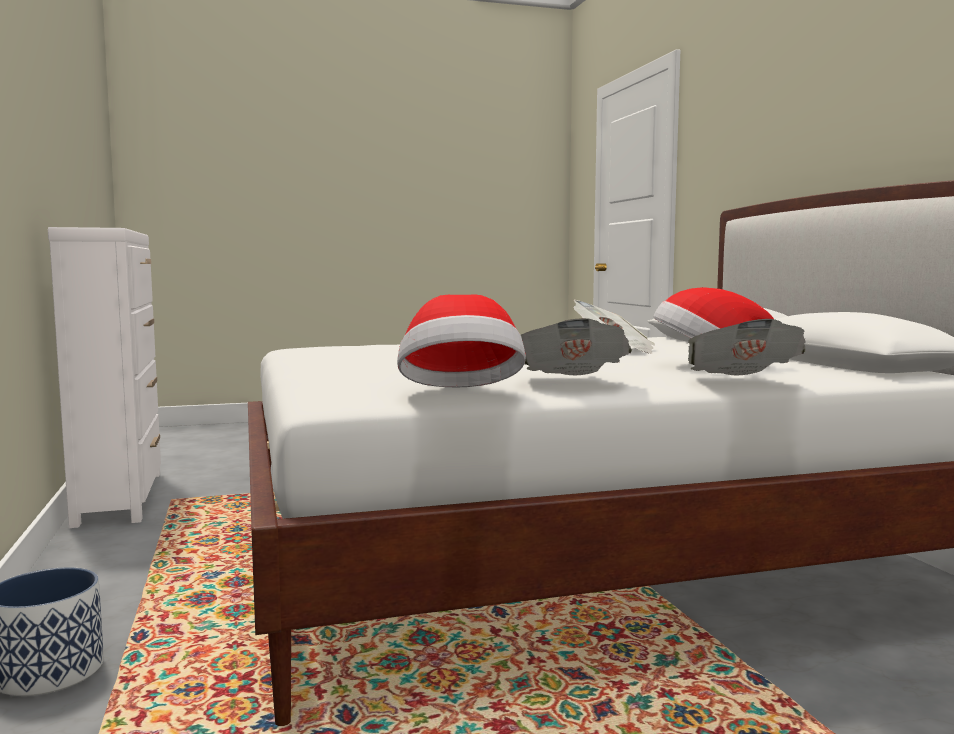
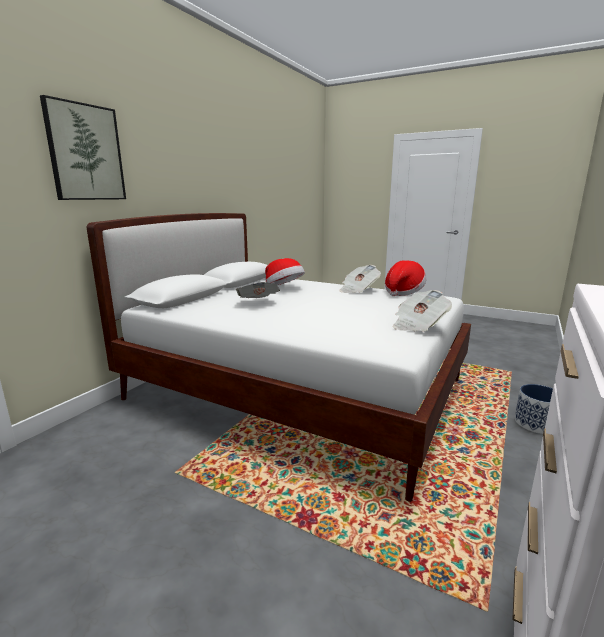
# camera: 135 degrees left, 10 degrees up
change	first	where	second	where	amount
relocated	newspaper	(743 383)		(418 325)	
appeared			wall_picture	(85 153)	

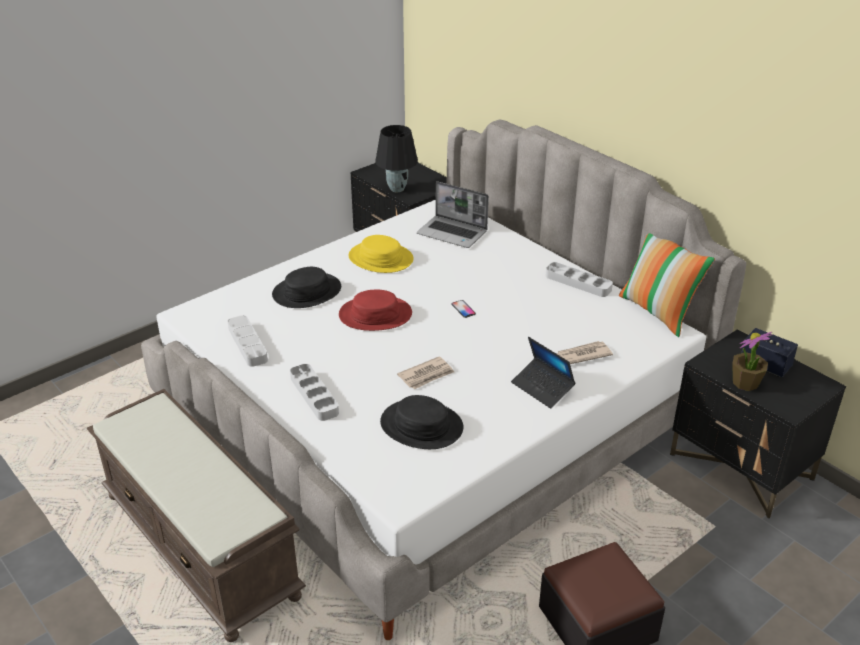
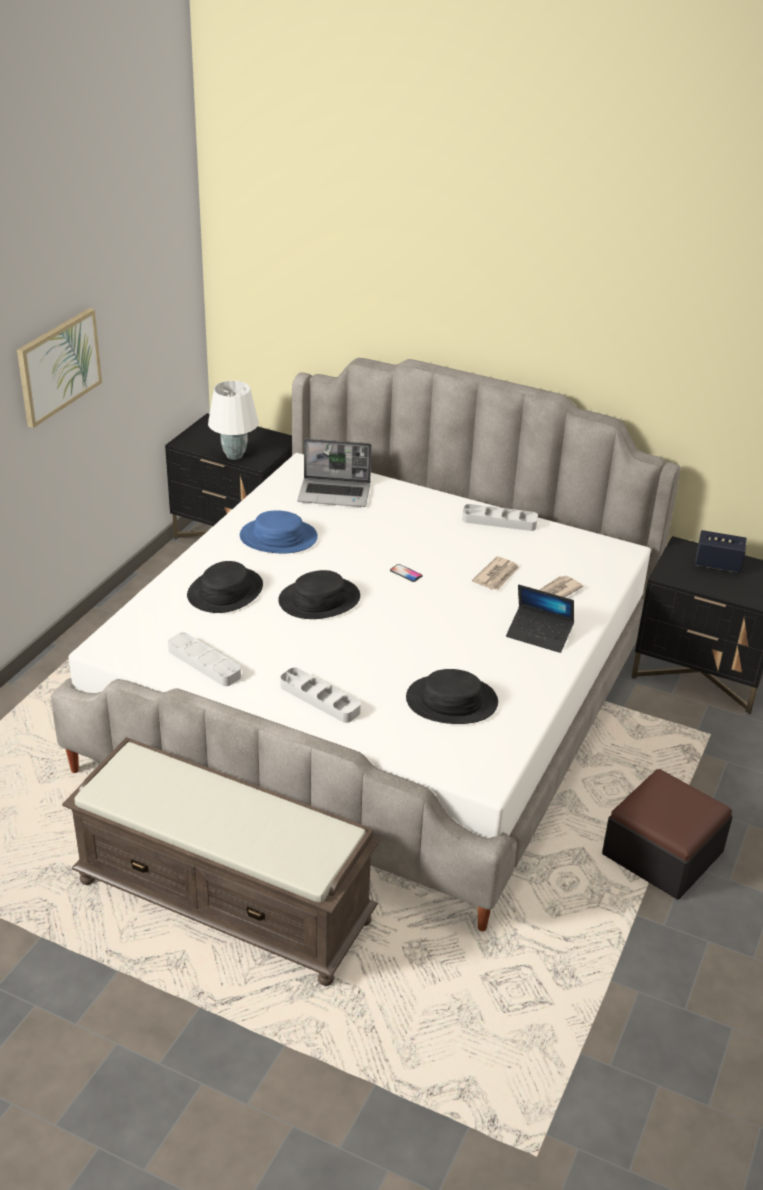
# camera: 25 degrees left, 0 degrees up
change	first	where	second	where	amount
colour	black-coloured_table_lamp	(396 189)	whitish_table_lamp	(234 455)	
missing	cushion	(658 312)			
colour	yellow-coloured_clothing_hat	(380 258)	bluish_clothing_hat	(278 537)	
colour	red-coloured_clothing_hat	(375 315)	black-coloured_clothing_hat	(319 599)	
missing	houseplant	(745 383)			
relocated	newspaper	(426 375)		(497 576)	
appeared			wall_picture	(58 366)	

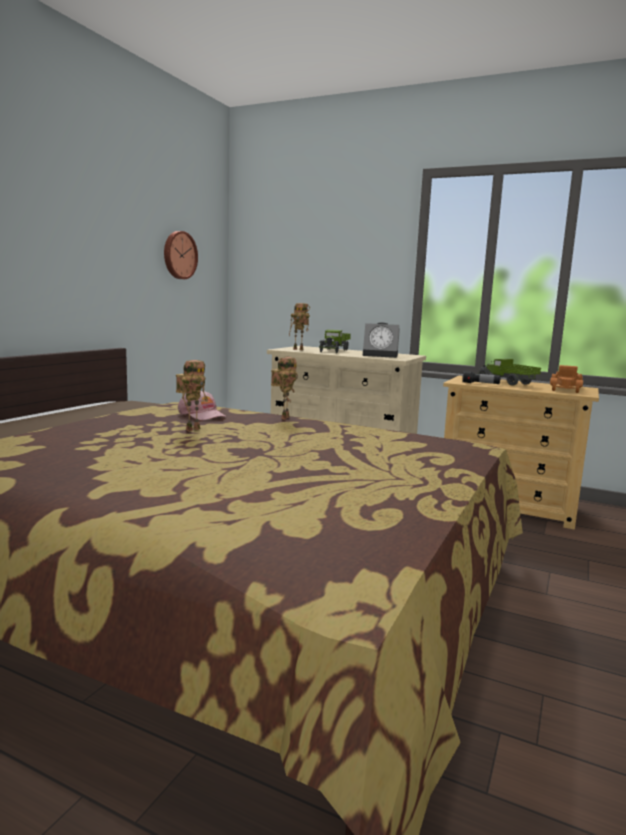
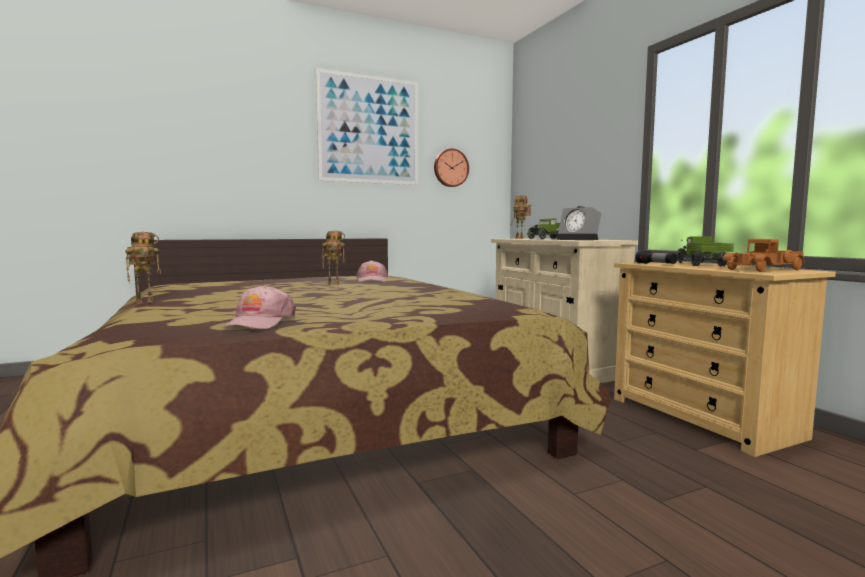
# camera: 40 degrees right, 5 degrees down
change	first	where	second	where	amount
relocated	model_robot	(284 417)		(146 302)	
appeared			wall_picture	(369 130)	
appeared			pinkish_peaked_cap	(260 322)	

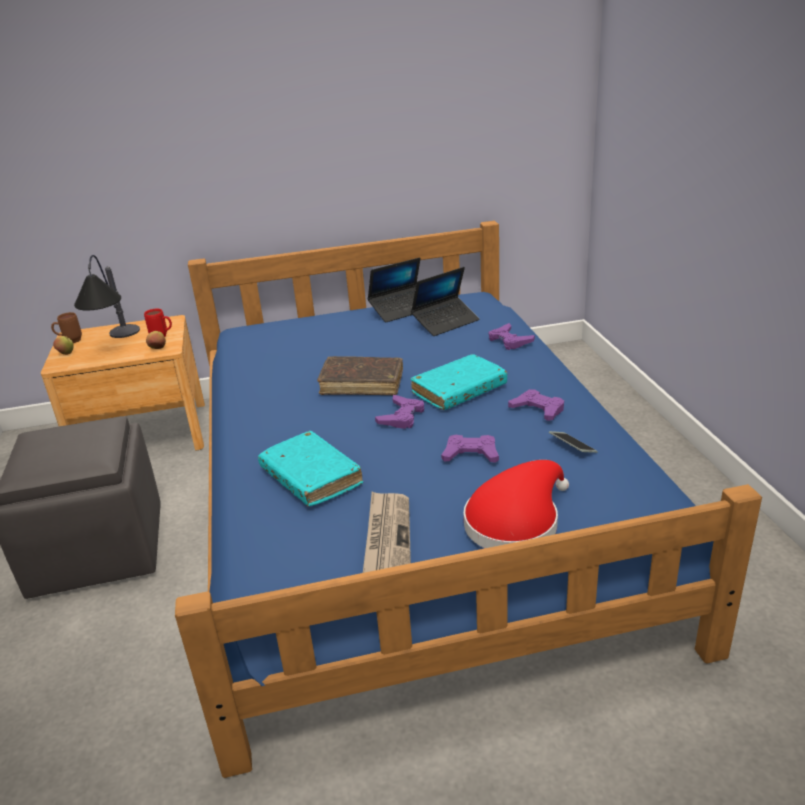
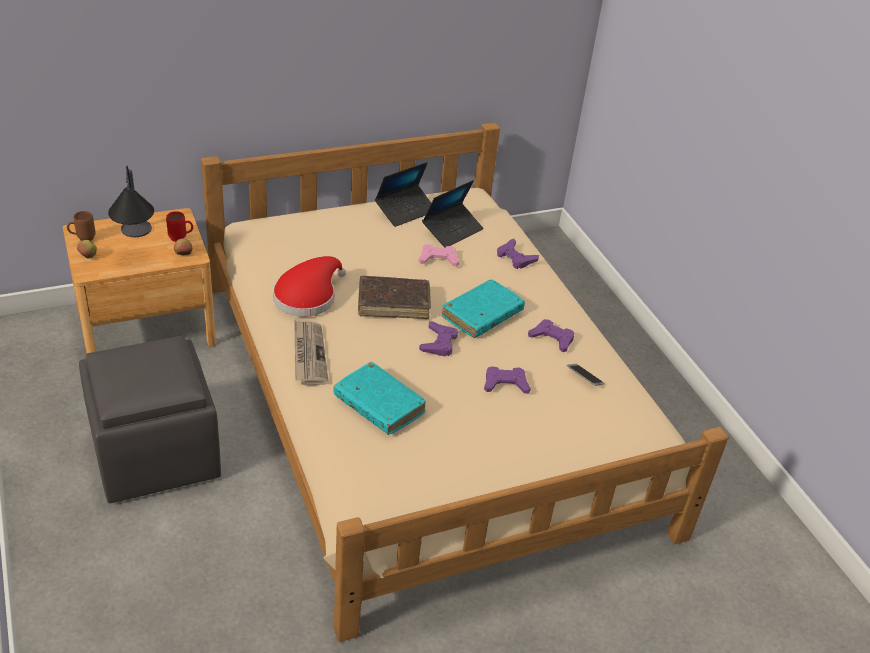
# camera: 15 degrees left, 10 degrees up
change	first	where	second	where	amount
colour	bluish_sleeping_bed	(408 496)	sand-coloured_sleeping_bed	(426 400)	
relocated	red-coloured_clothing_hat	(516 521)		(308 296)	
relocated	newspaper	(387 538)		(308 354)	
appeared			pinkish_joypad	(438 259)	

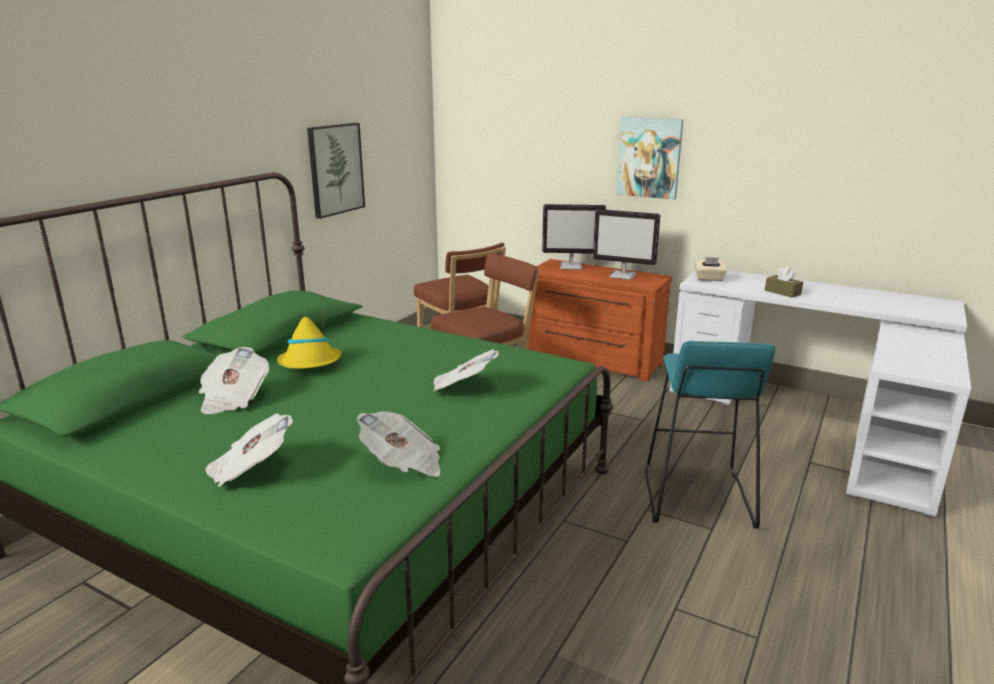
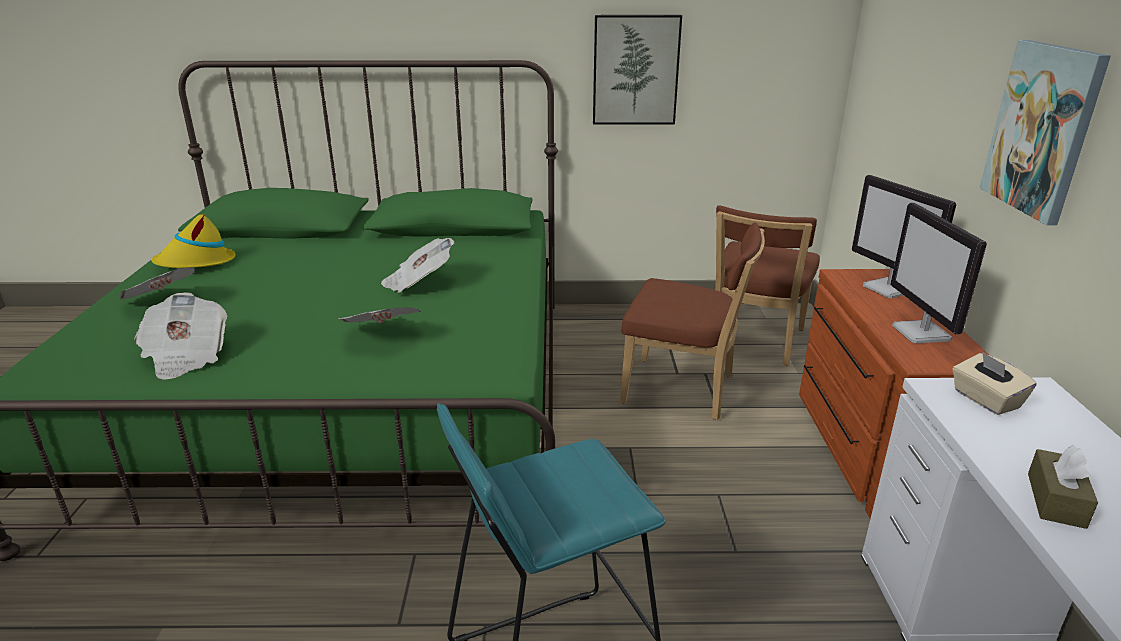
# camera: 60 degrees right, 5 degrees up
change	first	where	second	where	amount
relocated	yellow-coloured_clothing_hat	(310 363)		(196 263)	
relocated	newspaper	(233 398)		(418 283)	

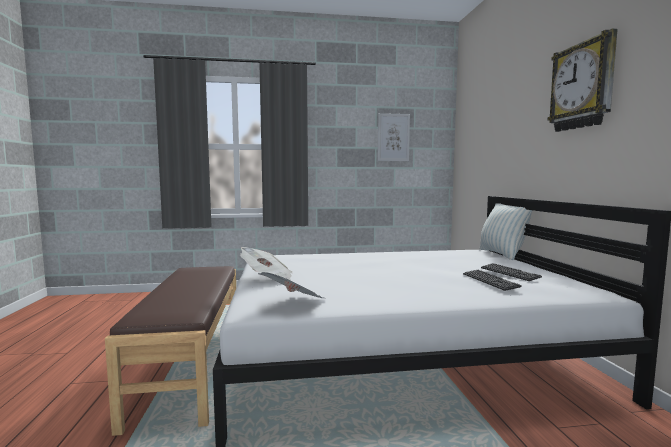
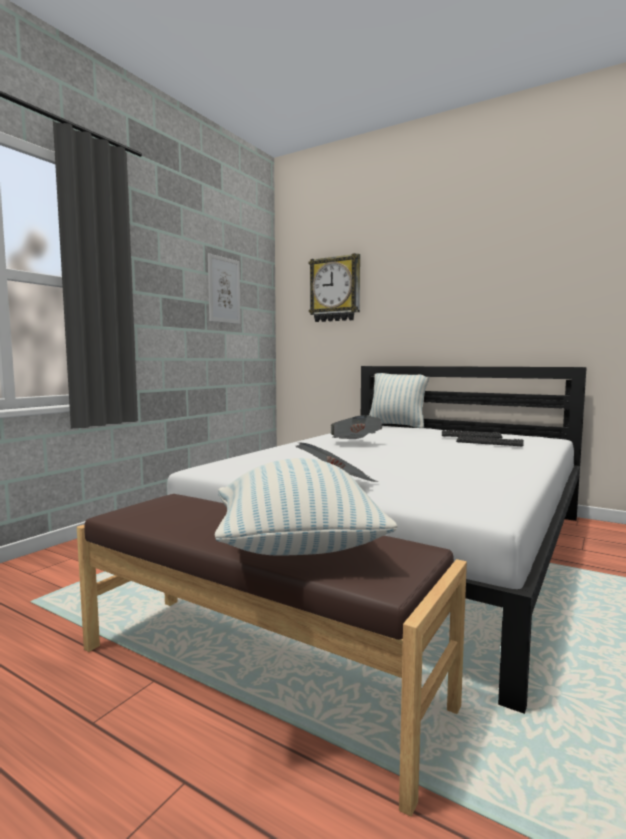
# camera: 50 degrees left, 0 degrees up
change	first	where	second	where	amount
relocated	clock_on_the_wall	(583 86)		(335 289)	
relocated	newspaper	(294 304)		(355 443)	
appeared			cushion	(297 550)	

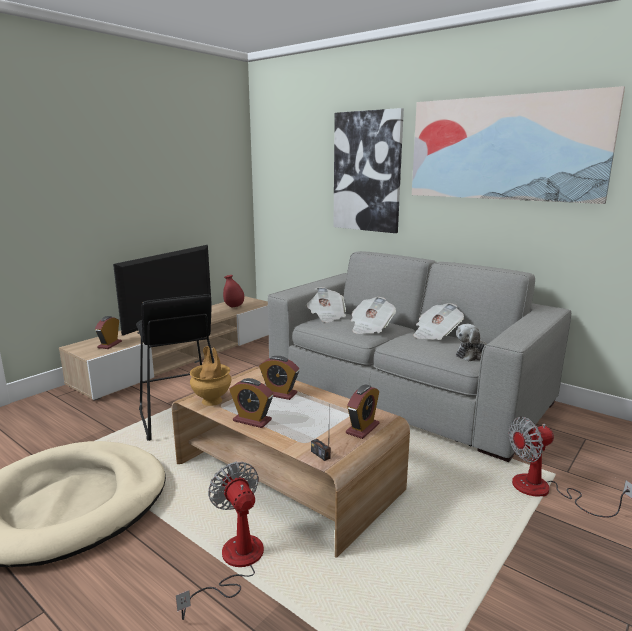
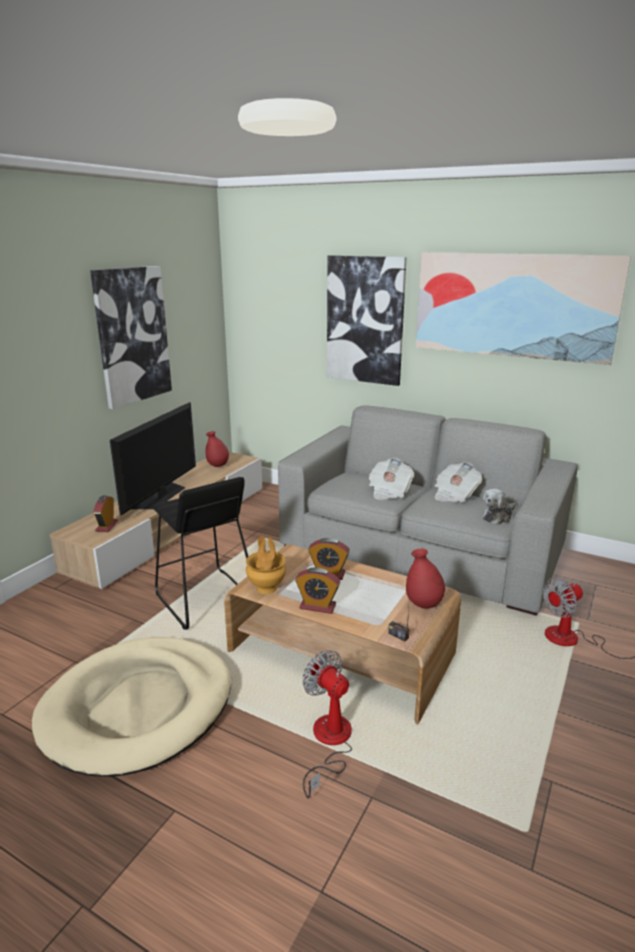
# camera: 10 degrees left, 5 degrees up
change	first	where	second	where	amount
missing	newspaper	(326 316)			
exchanged	alarm_clock	(362 428)	red-coloured_vase	(423 604)	
appeared			wall_picture	(132 335)	

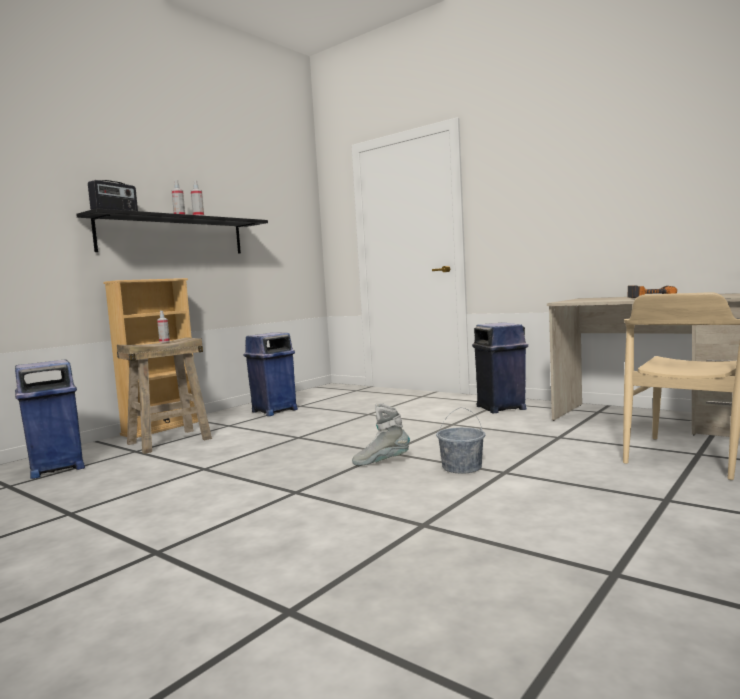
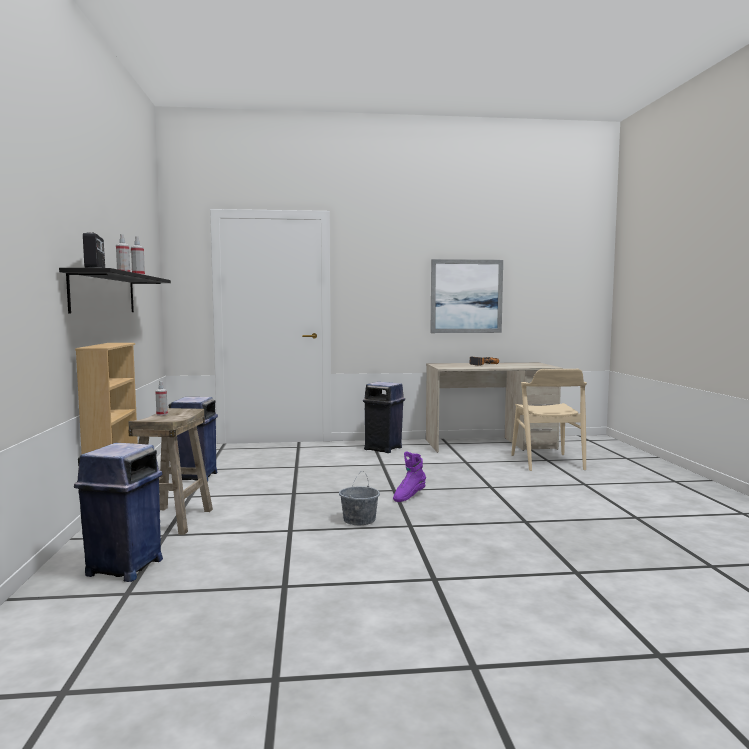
# camera: 45 degrees left, 0 degrees up
change	first	where	second	where	amount
colour	gray_high-top_boot	(381 462)	purple_high-top_boot	(408 496)	
relocated	gray_water_bucket	(462 467)		(359 520)	
appeared			wall_picture	(466 296)	

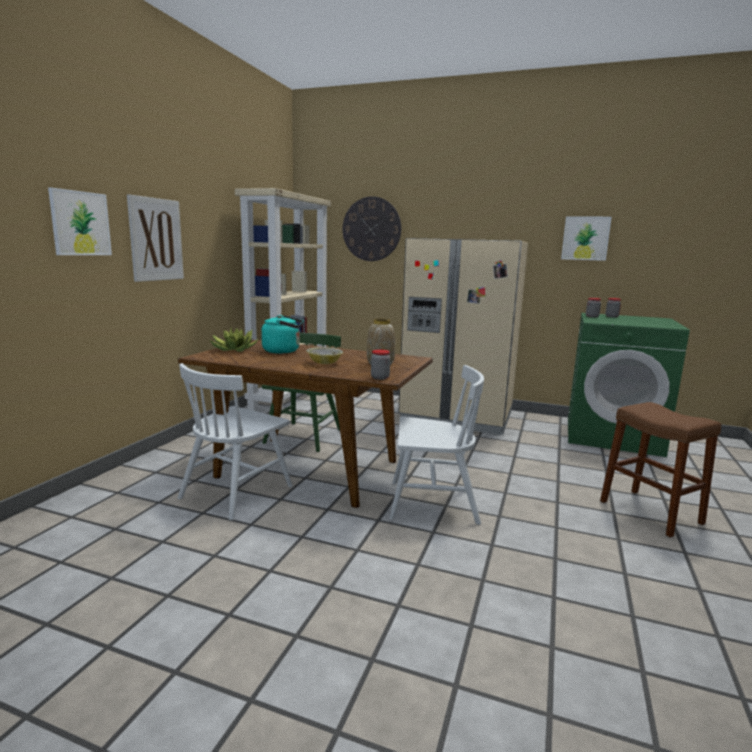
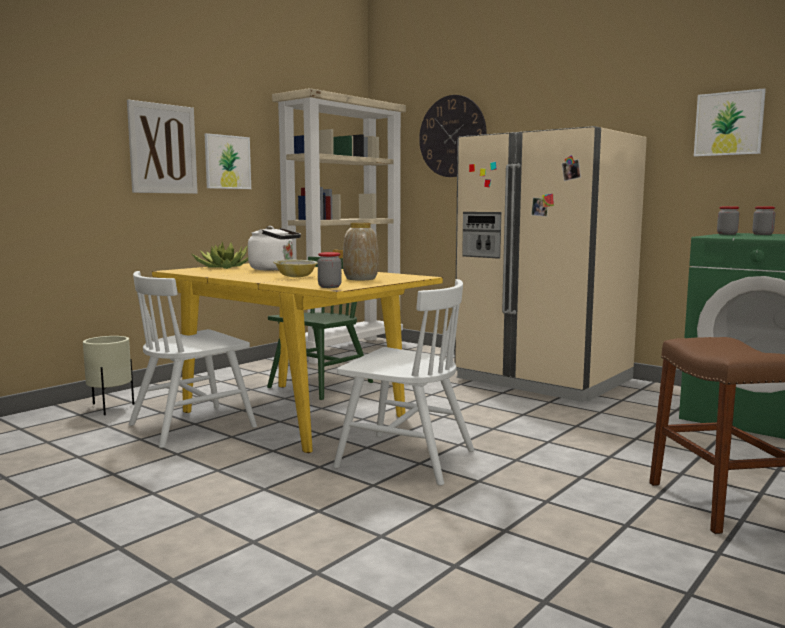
# camera: 20 degrees right, 5 degrees down
change	first	where	second	where	amount
relocated	wall_picture	(80 223)		(227 162)	
colour	turquoise-coloured_water_kettle	(283 351)	whitish_water_kettle	(274 269)	
colour	brown_kitchen_table	(310 469)	yellow-coloured_kitchen_table	(294 414)	
appeared			sand-coloured_flower_pot	(110 408)	

